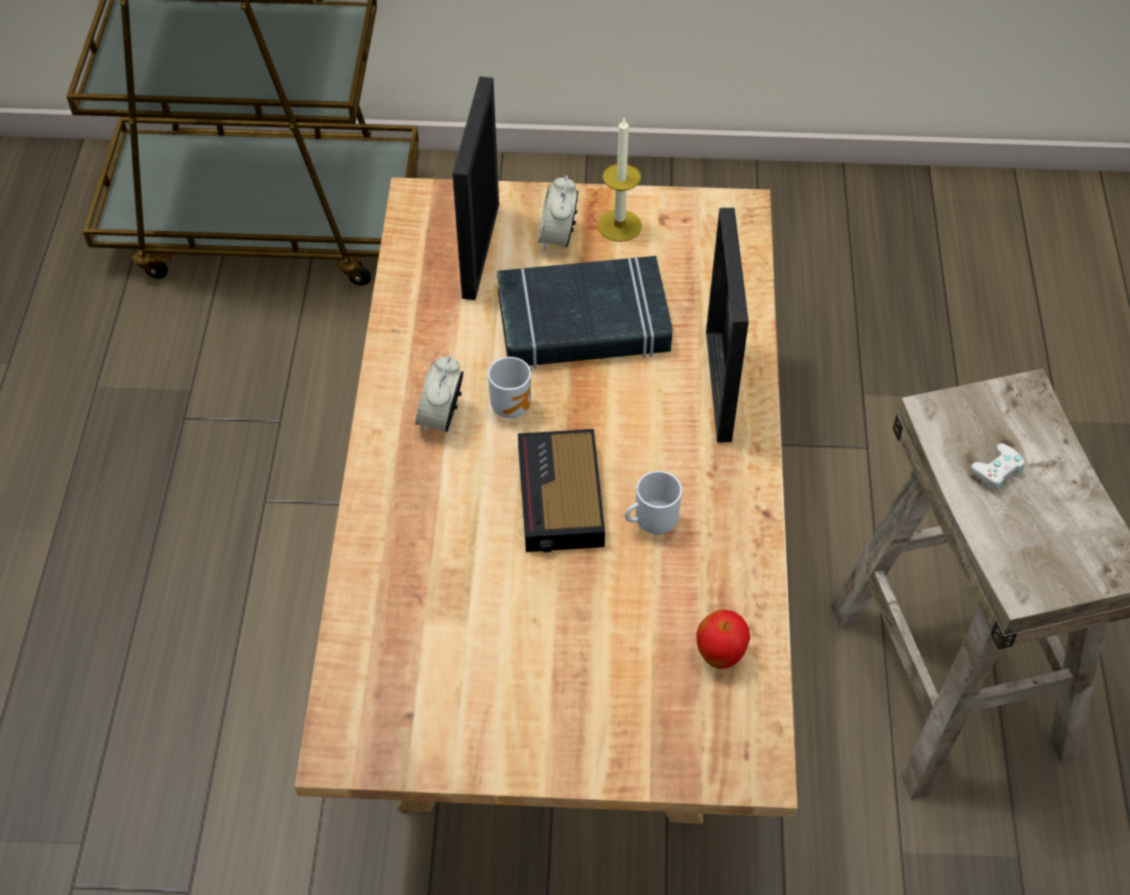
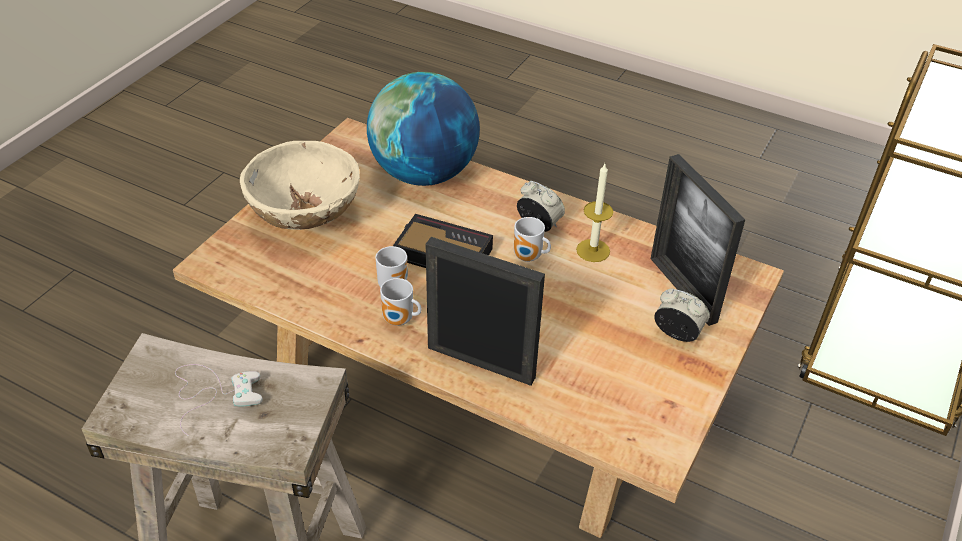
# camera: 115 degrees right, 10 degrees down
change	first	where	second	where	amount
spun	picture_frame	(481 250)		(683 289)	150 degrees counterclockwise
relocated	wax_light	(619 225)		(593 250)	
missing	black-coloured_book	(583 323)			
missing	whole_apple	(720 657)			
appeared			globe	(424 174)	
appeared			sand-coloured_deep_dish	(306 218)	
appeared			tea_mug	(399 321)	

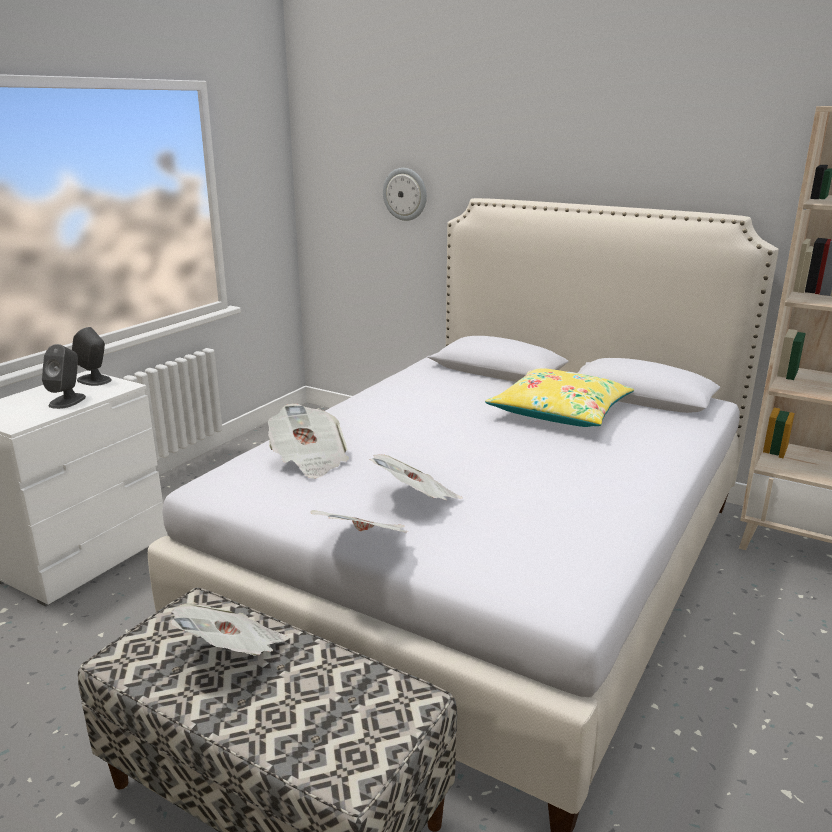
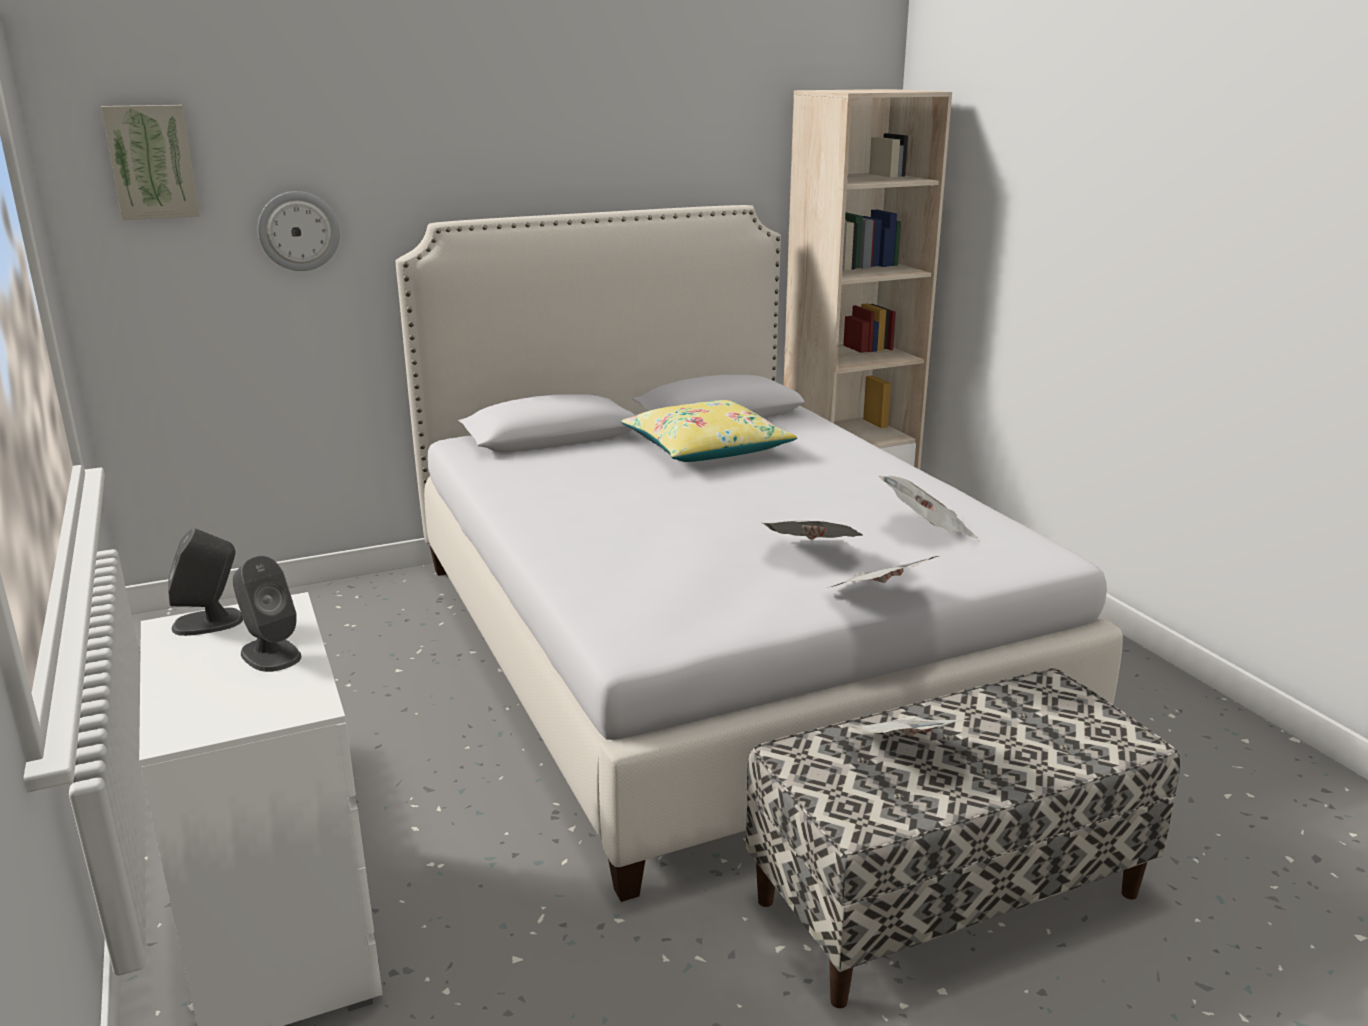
# camera: 55 degrees left, 0 degrees up
change	first	where	second	where	amount
relocated	newspaper	(309 460)		(927 531)	
appeared			wall_picture	(152 162)	

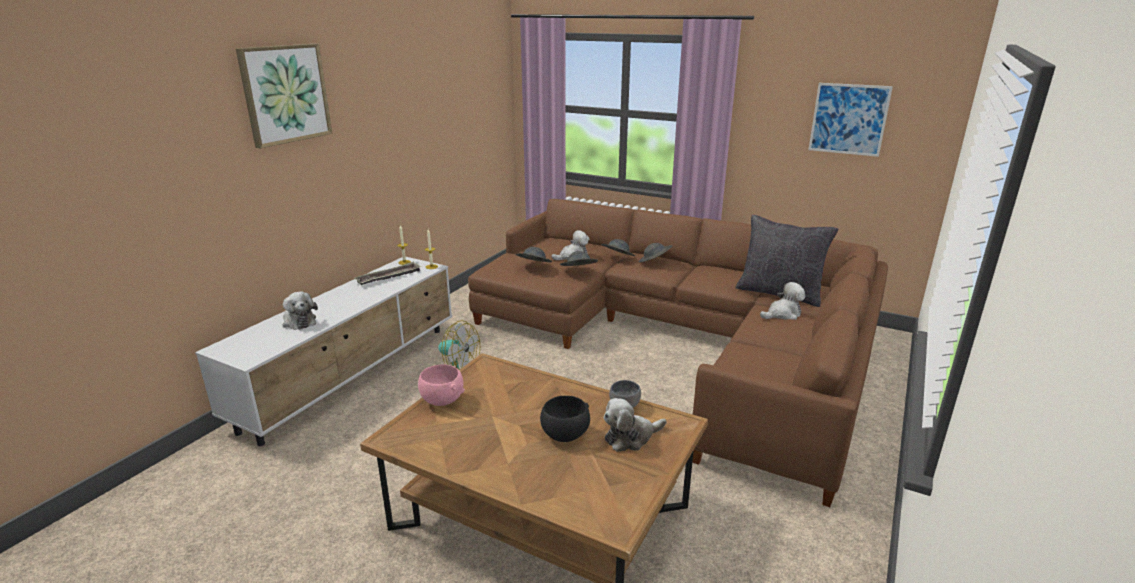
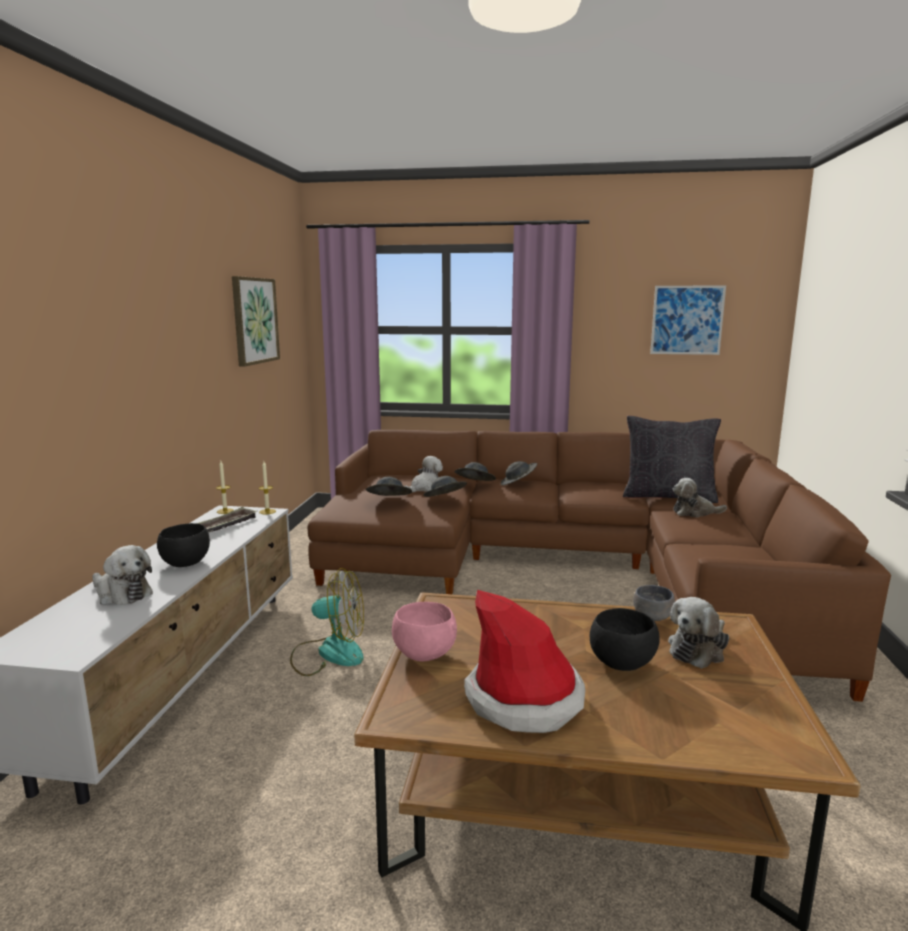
# camera: 20 degrees left, 10 degrees down
change	first	where	second	where	amount
relocated	wall_picture	(285 94)		(254 320)	
spun	cuddly_toy	(782 314)		(694 512)	135 degrees counterclockwise
appeared			black-coloured_deep_dish	(186 563)	
appeared			clothing_hat	(524 699)	

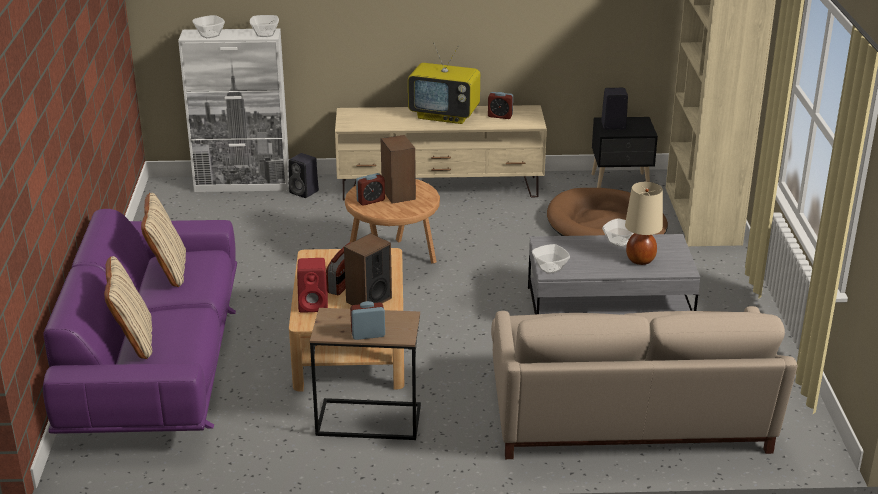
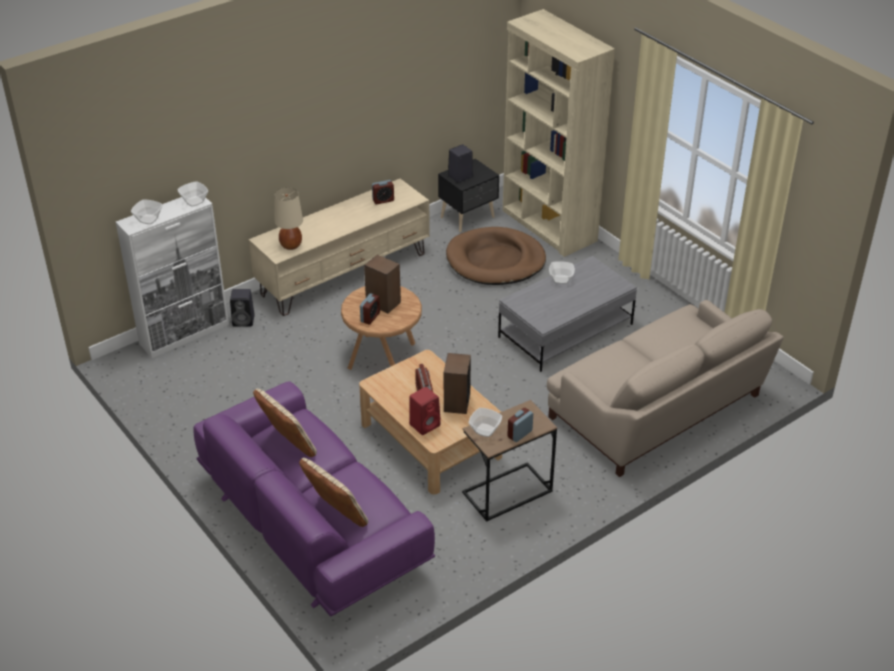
# camera: 35 degrees left, 10 degrees up
change	first	where	second	where	amount
missing	television	(445 115)			
relocated	sand-coloured_table_lamp	(640 260)		(290 245)	
relocated	deep_dish	(549 268)		(484 430)	

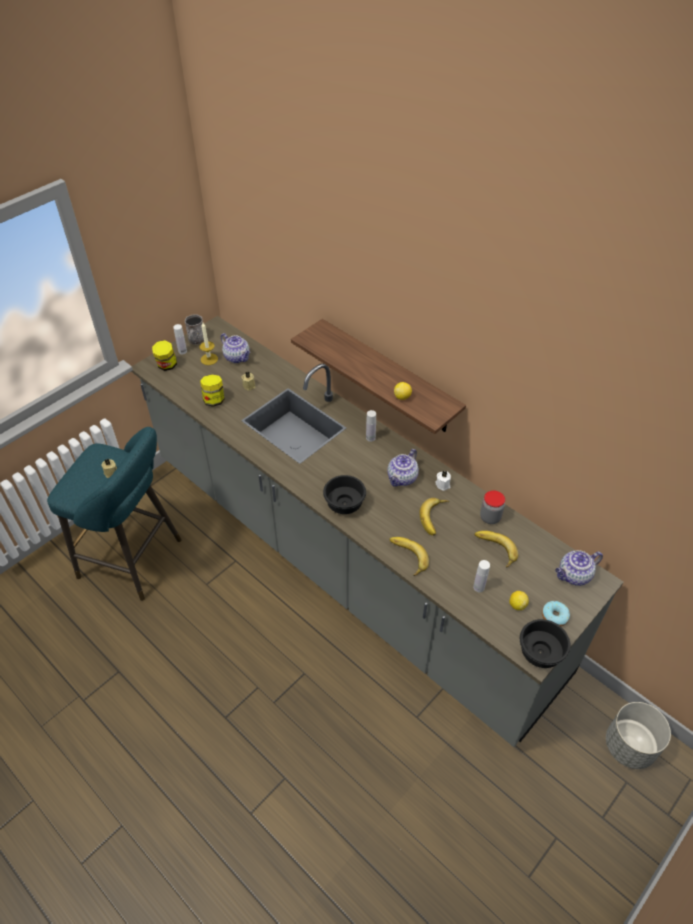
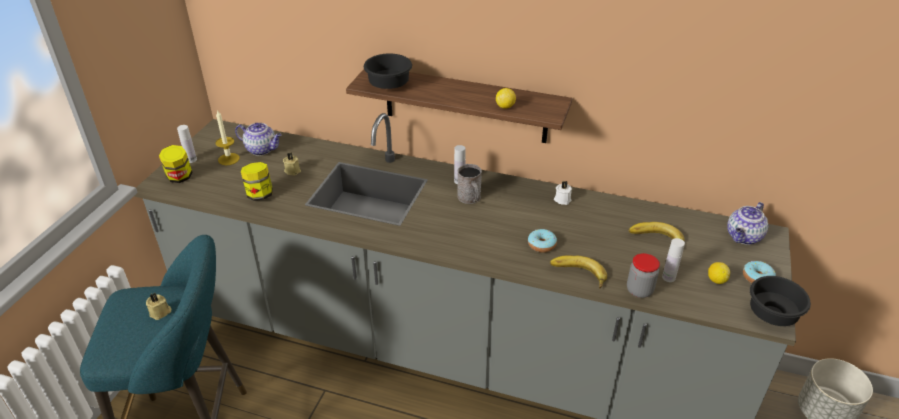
# camera: 25 degrees left, 10 degrees down
change	first	where	second	where	amount
relocated	gray_tea_mug	(196 340)		(470 198)	
missing	tea_pot	(402 479)			
relocated	black-coloured_deep_dish	(345 503)		(389 84)	
relocated	storage_jar	(490 517)		(639 290)	
missing	banana	(435 518)			
appeared			doughnut	(541 245)	

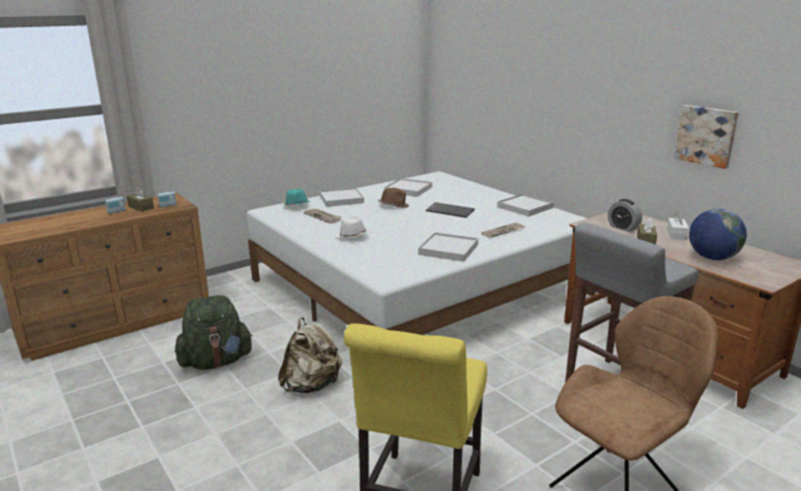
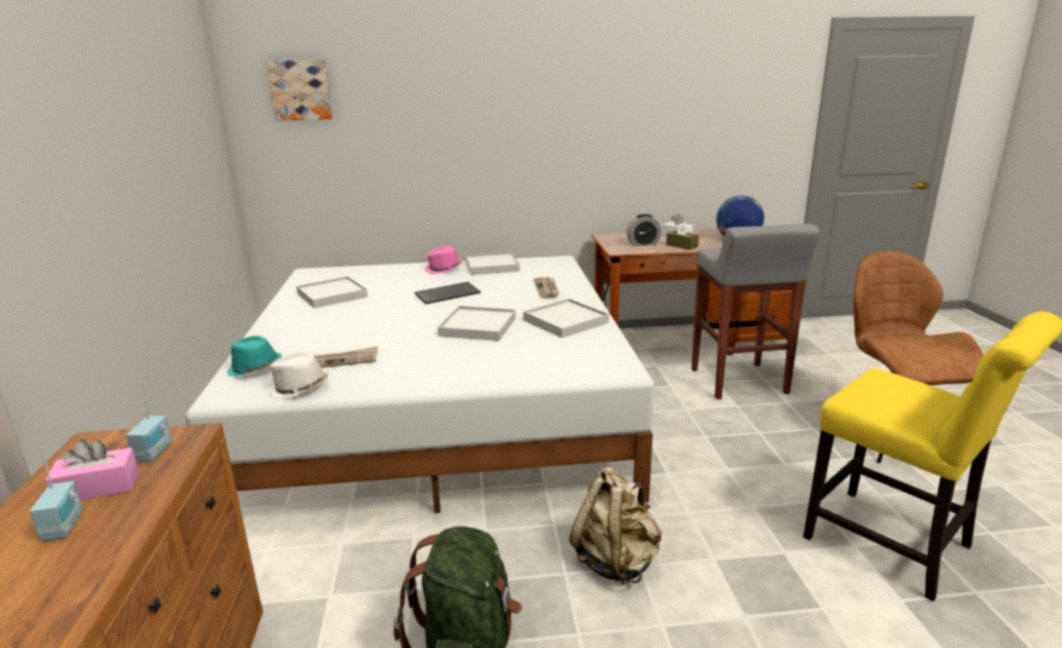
# camera: 60 degrees left, 0 degrees up
change	first	where	second	where	amount
relocated	wall_picture	(706 135)		(300 90)	
colour	brown_tissue_holder	(141 207)	pinkish_tissue_holder	(97 487)	
relocated	whitish_tray	(341 199)		(478 327)	
missing	brown_clothing_hat	(393 206)			
relocated	whitish_clothing_hat	(352 237)		(299 388)	
appeared			pinkish_clothing_hat	(444 269)	

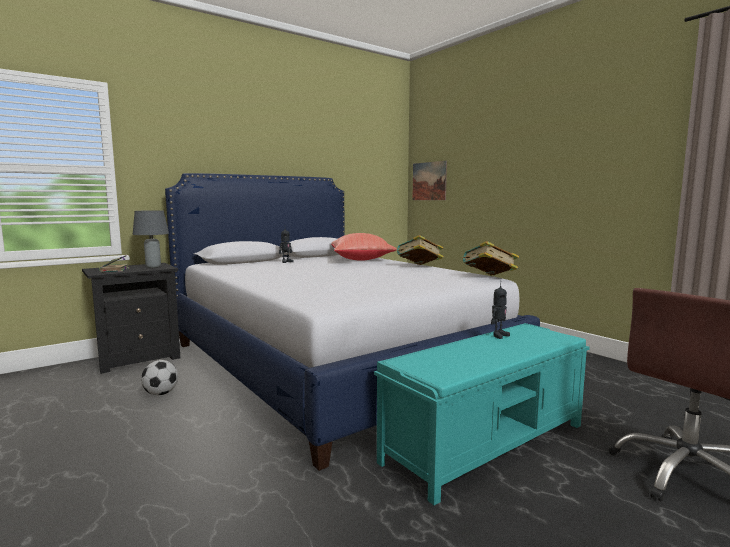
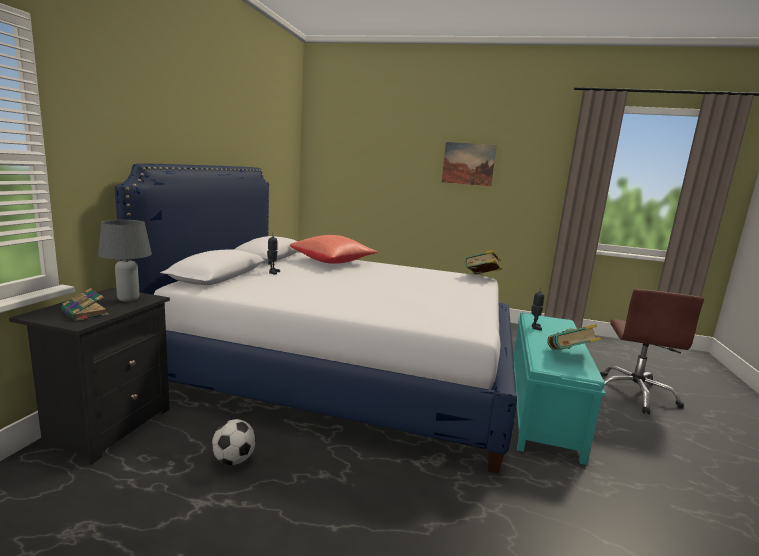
# camera: 40 degrees left, 5 degrees up
change	first	where	second	where	amount
relocated	wall_picture	(429 181)		(468 164)	
relocated	book	(419 267)		(569 357)	

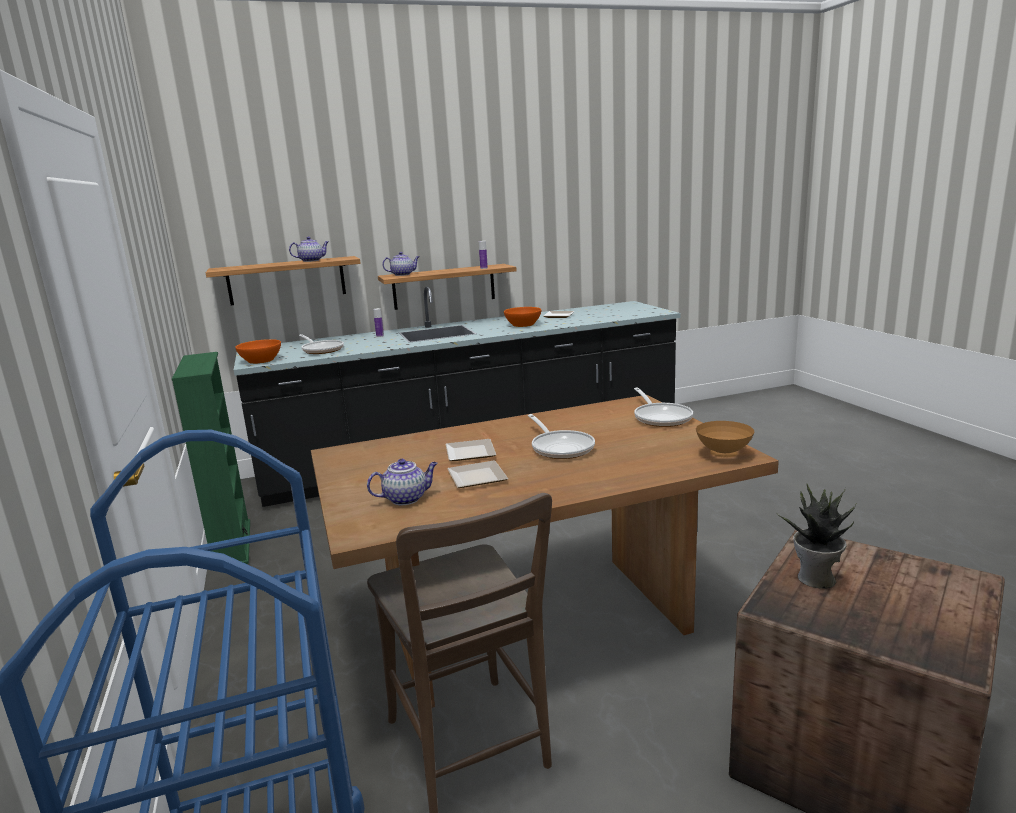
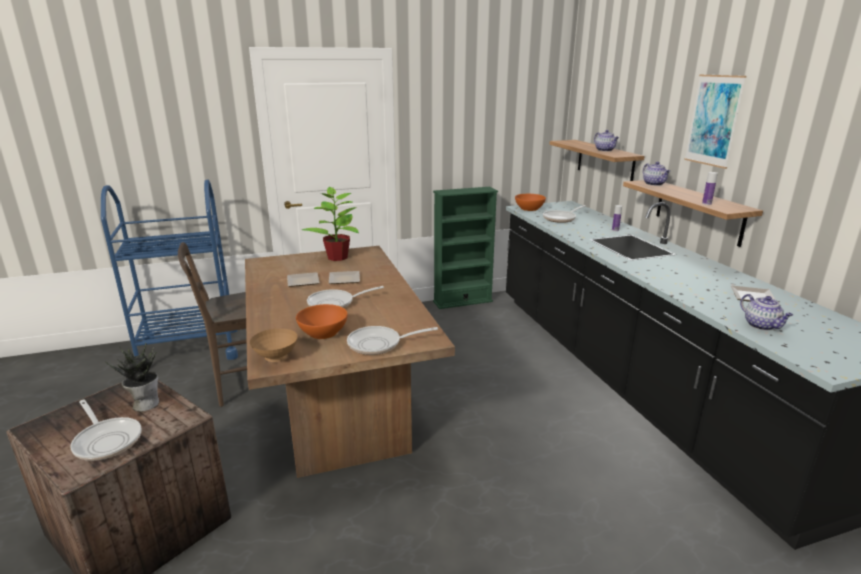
# camera: 90 degrees right, 5 degrees up
change	first	where	second	where	amount
relocated	orangey_deep_dish	(523 324)		(323 332)	
relocated	tea_pot	(406 498)		(762 326)	
appeared			wall_picture	(713 120)	
appeared			houseplant	(337 257)	
appeared			frying_pan	(107 440)	

